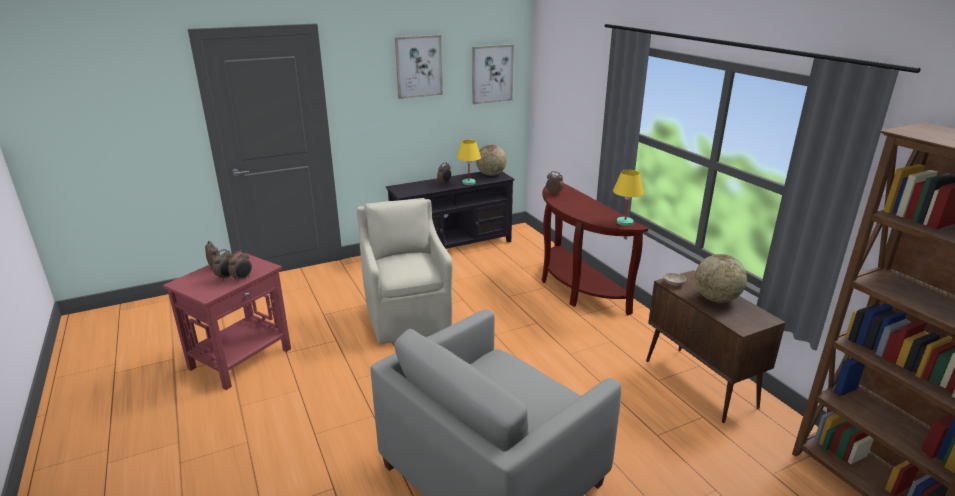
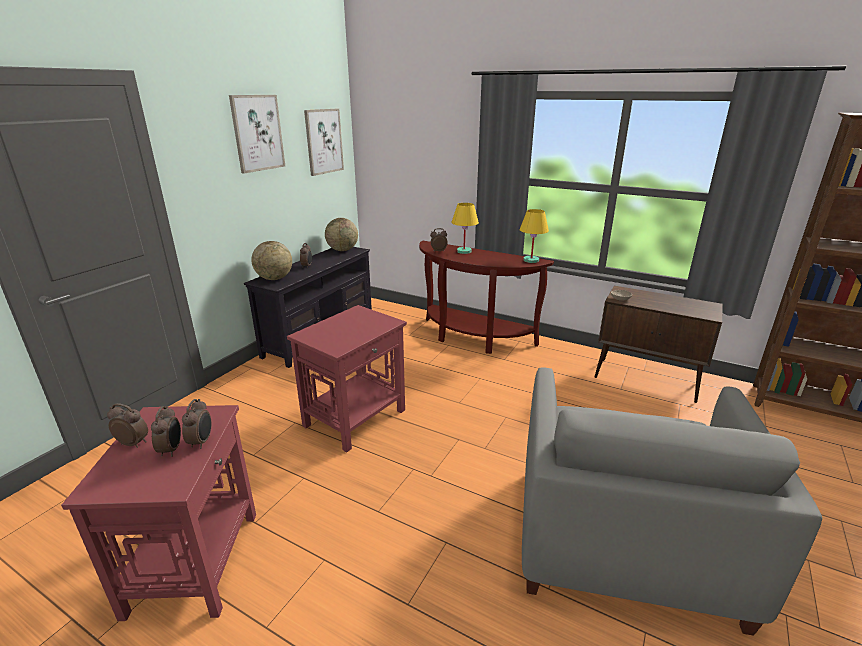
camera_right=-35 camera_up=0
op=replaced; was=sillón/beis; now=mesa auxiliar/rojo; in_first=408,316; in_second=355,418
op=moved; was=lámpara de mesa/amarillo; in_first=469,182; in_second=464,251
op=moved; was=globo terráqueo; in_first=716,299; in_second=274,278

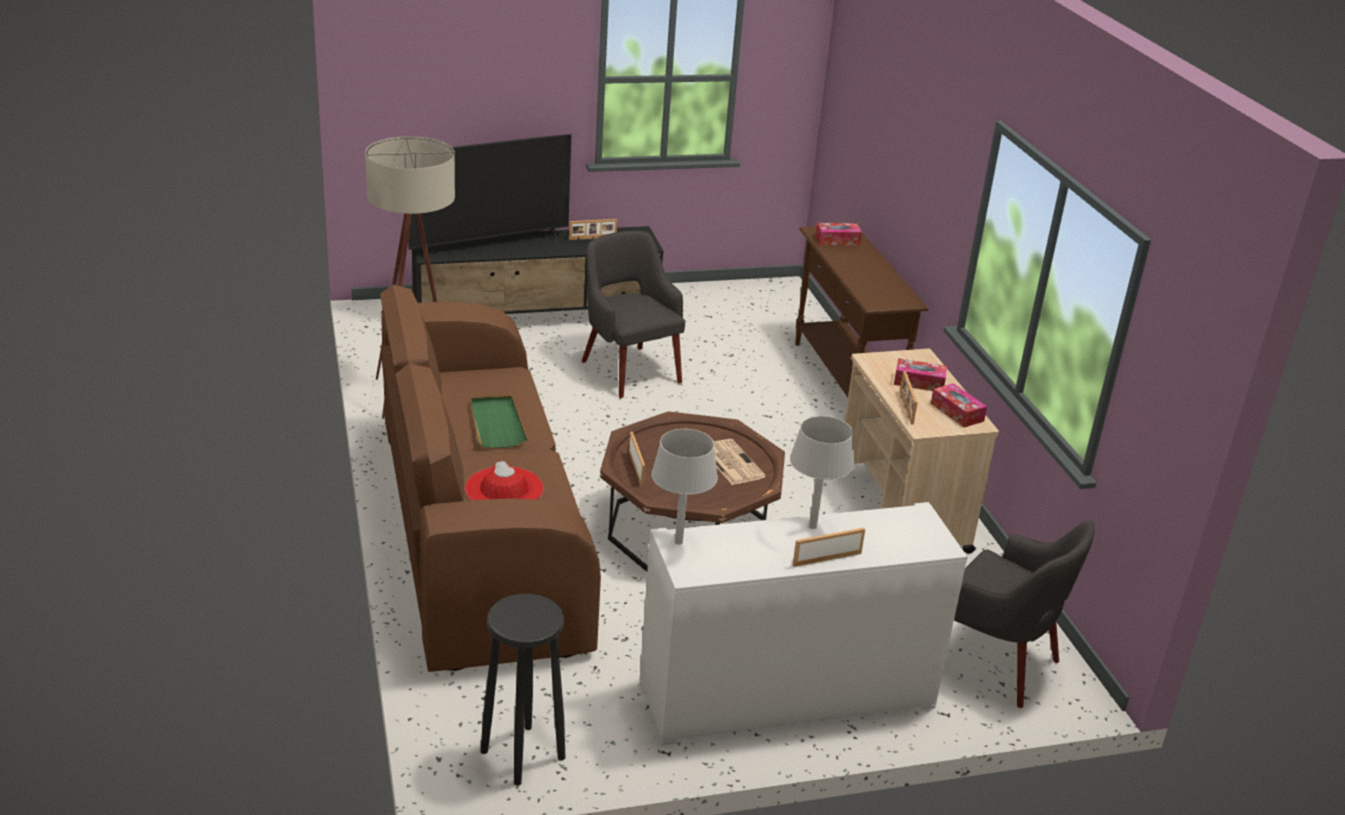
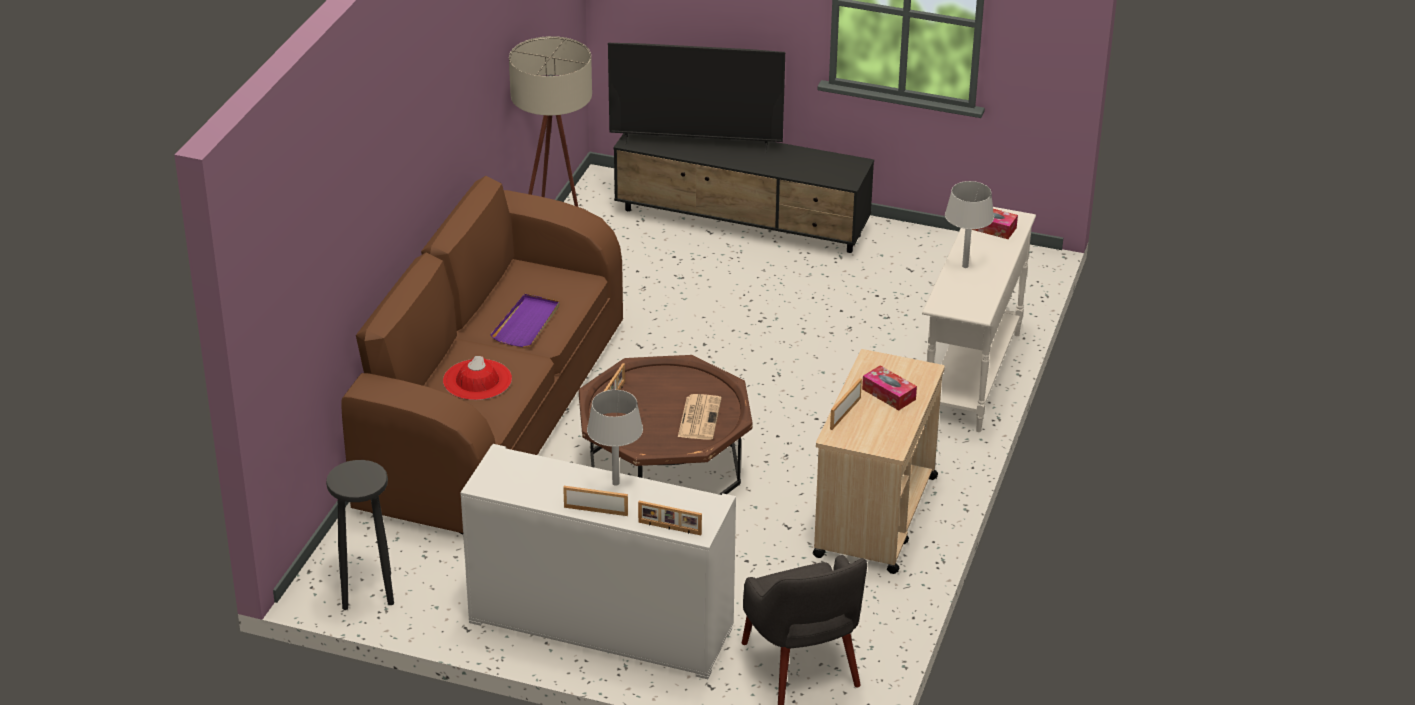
camera_right=35 camera_up=5
op=recoloured; was=bandeja/verde; now=bandeja/morado; in_first=497,424; in_second=527,323
op=moved; was=portarretratos; in_first=593,238; in_second=669,528
op=removed; was=sillón/gris; in_first=629,370
op=moved; was=lámpara de mesa/gris; in_first=678,542; in_second=965,266
op=recoloured; was=mesa consola/marrón; now=mesa consola/blanco; in_first=845,381; in_second=971,377
op=removed; was=caja de pañuelos; in_first=957,412

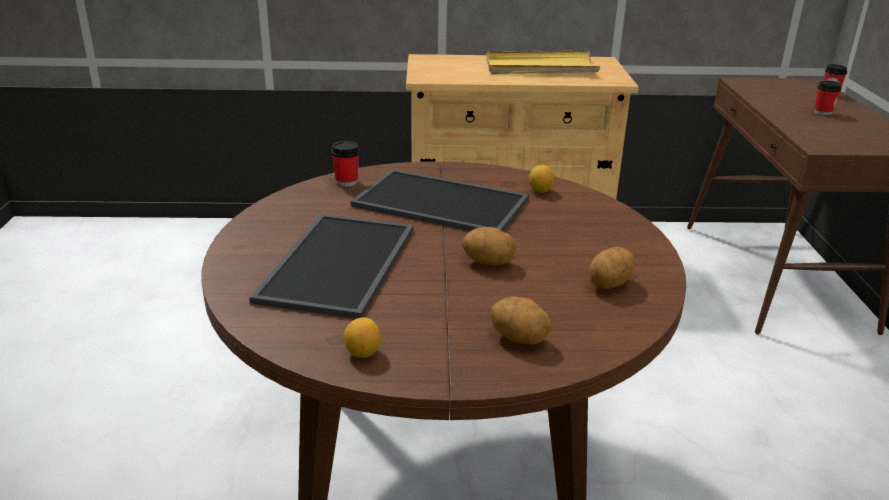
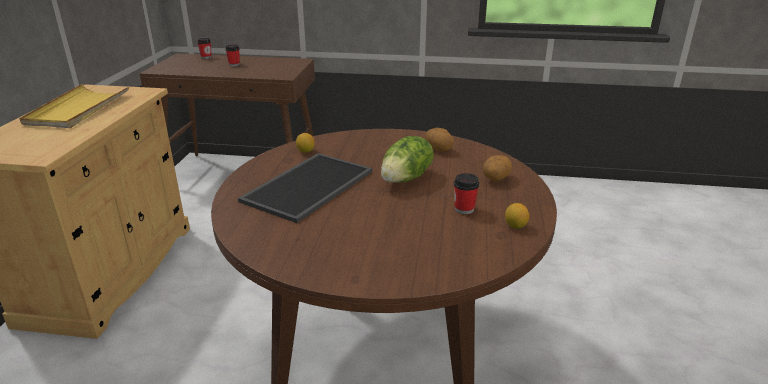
camera_right=-80 camera_up=0
op=removed; was=bandeja; in_first=341,265
op=moved; was=taza; in_first=346,182; in_second=464,209
op=replaced; was=patata; now=lechuga; in_first=488,262; in_second=407,178

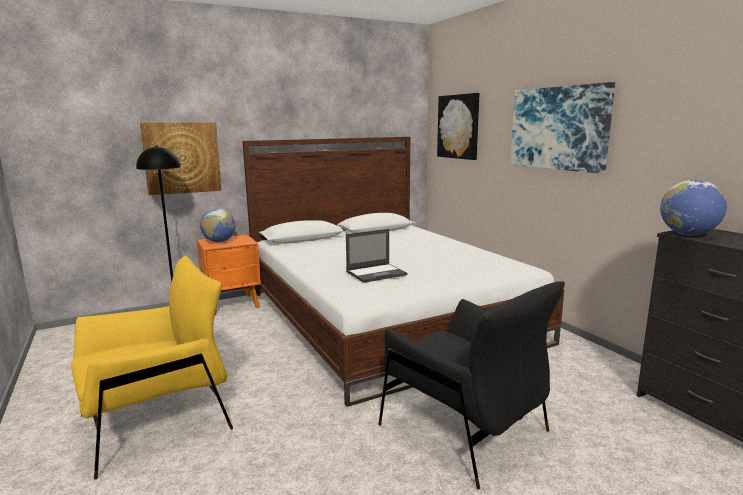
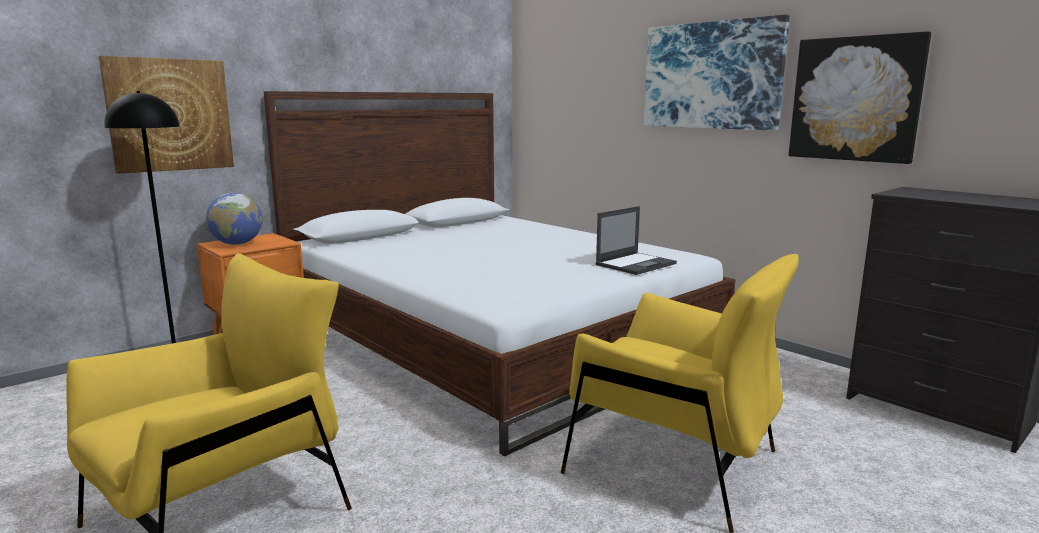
camera_right=-15 camera_up=0
op=moved; was=portátil; in_first=377,273; in_second=636,264
op=recoloured; was=sillón/negro; now=sillón/amarillo; in_first=464,429; in_second=673,463
op=moved; was=cuadro; in_first=458,126; in_second=855,99
op=removed; was=globo terráqueo; in_first=688,234

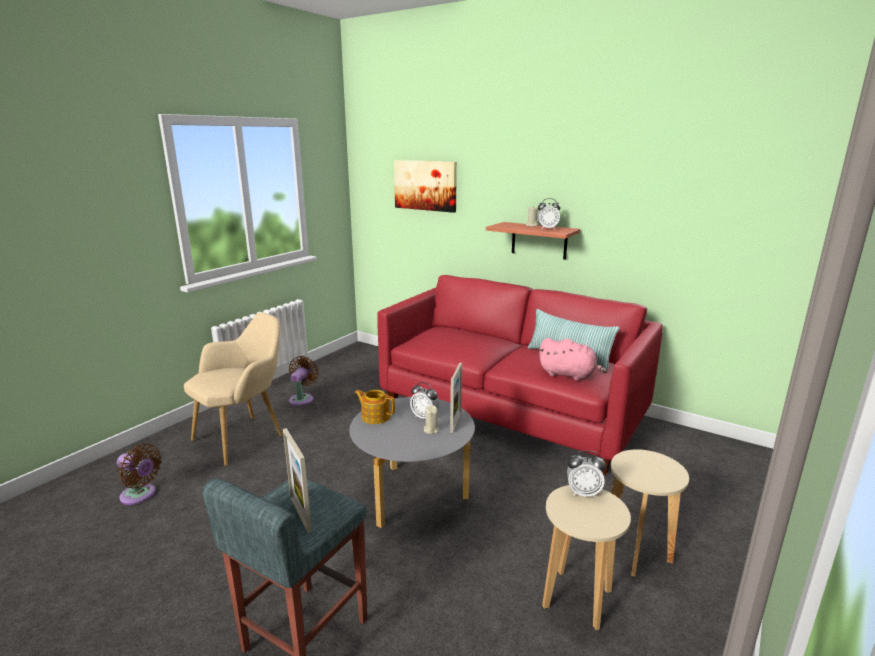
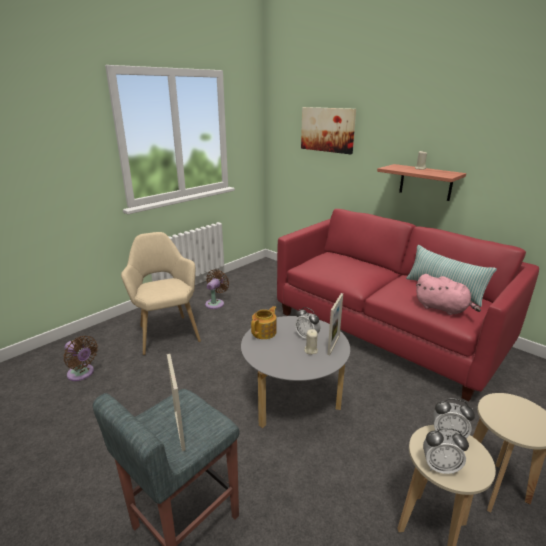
camera_right=10 camera_up=5
op=turned; was=sillón/beis; in_first=244,437; in_second=167,332; clockwise=-75
op=turned; was=tetera; in_first=375,416; in_second=264,332; clockwise=90
op=moved; was=despertador; in_first=547,228; in_second=440,467

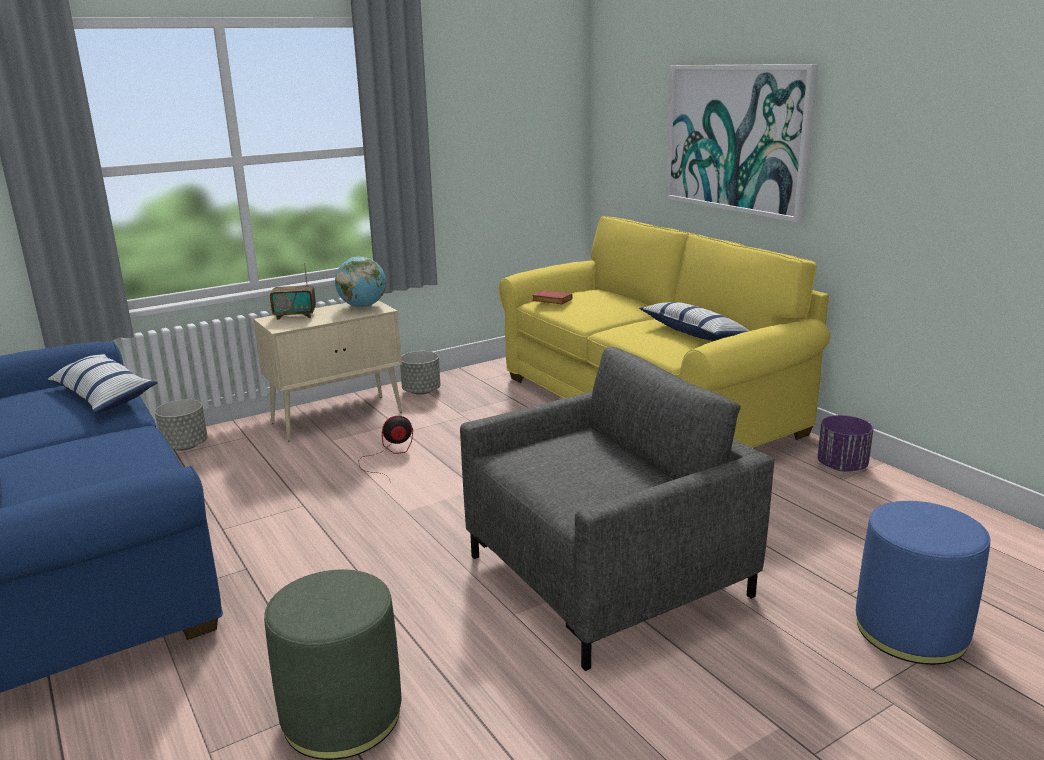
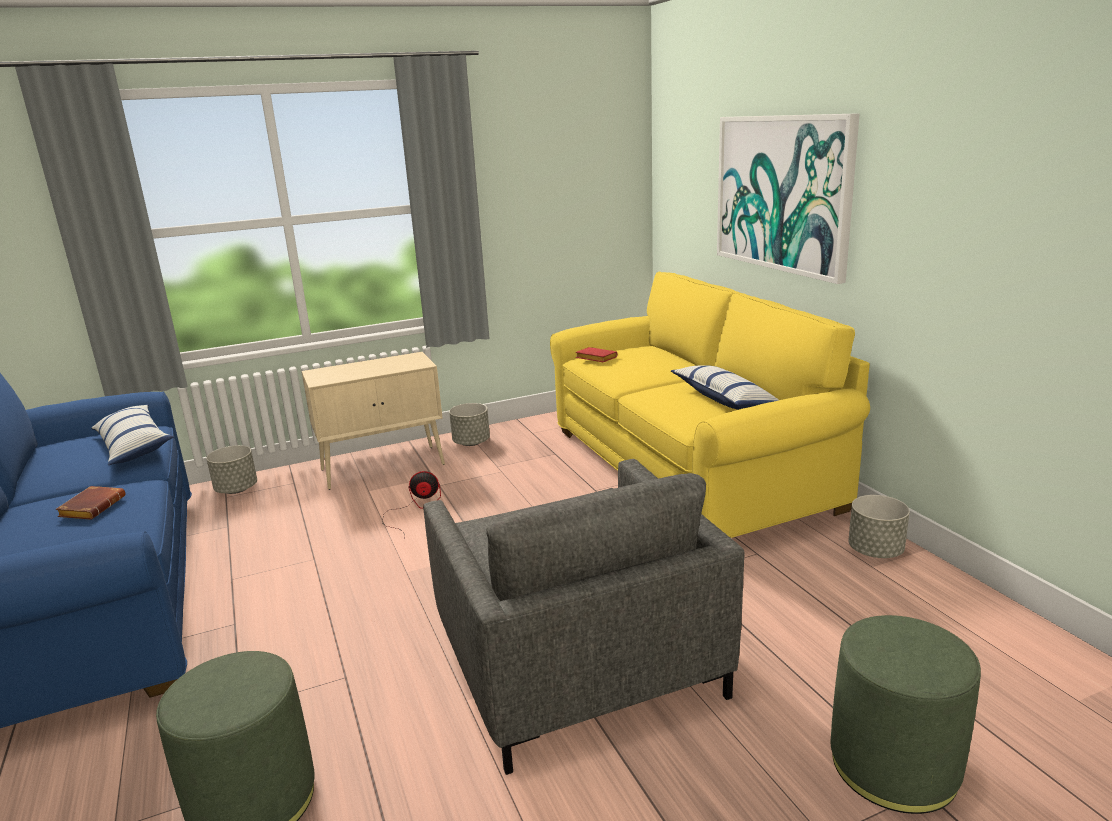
camera_right=10 camera_up=0
op=removed; was=radio; in_first=295,316
op=removed; was=globo terráqueo; in_first=362,306
op=turned; was=sillón/gris; in_first=607,576; in_second=577,664; clockwise=90
op=recoloured; was=maceta/morado; now=maceta/gris; in_first=842,466; in_second=876,551
op=recoloured; was=puf/azul; now=puf/verde; in_first=911,630; in_second=894,765
op=added; now=libro/marrón; in_second=92,507

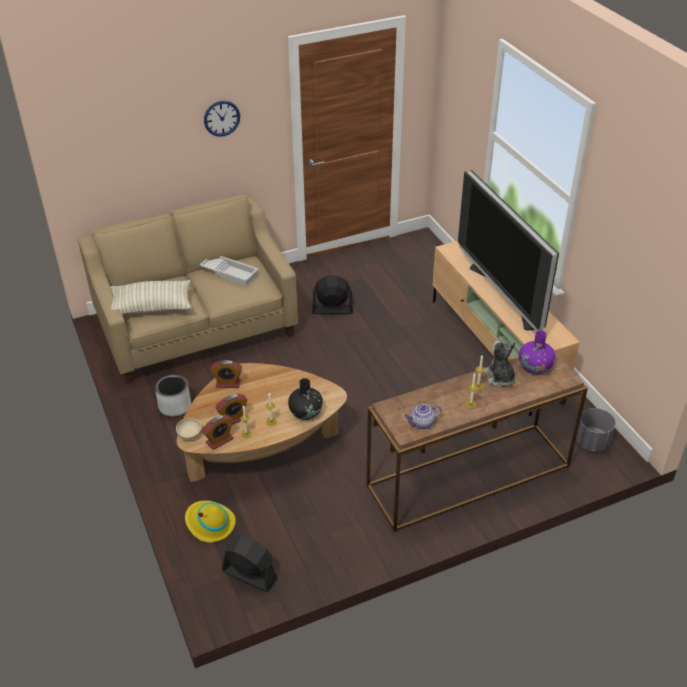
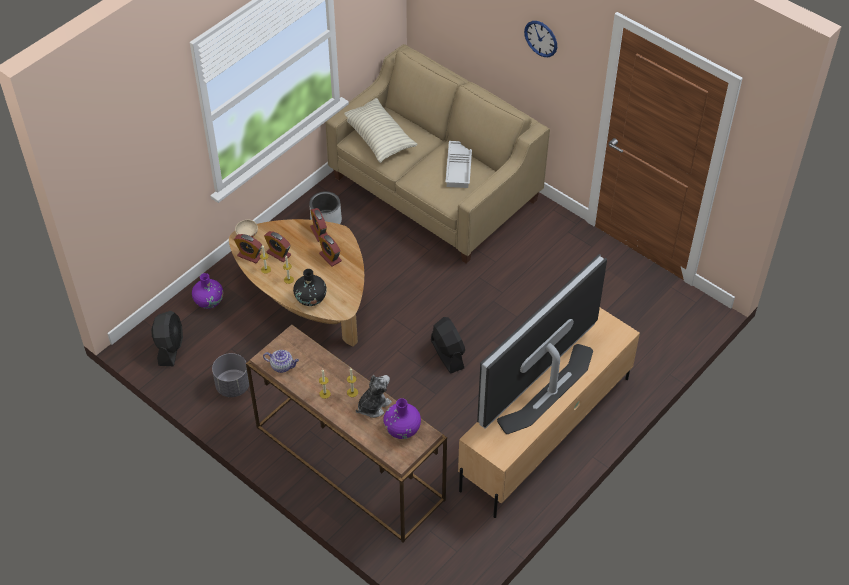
camera_right=65 camera_up=10
op=replaced; was=sombrero/amarillo; now=florero/morado; in_first=210,523; in_second=209,301
op=moved; was=ventilador/negro; in_first=332,309; in_second=447,354
op=turned; was=tetera; in_first=421,423; in_second=282,366; clockwise=150
op=moved; was=maceta/gris; in_first=592,443; in_second=233,386
op=added; now=despertador; in_second=330,257

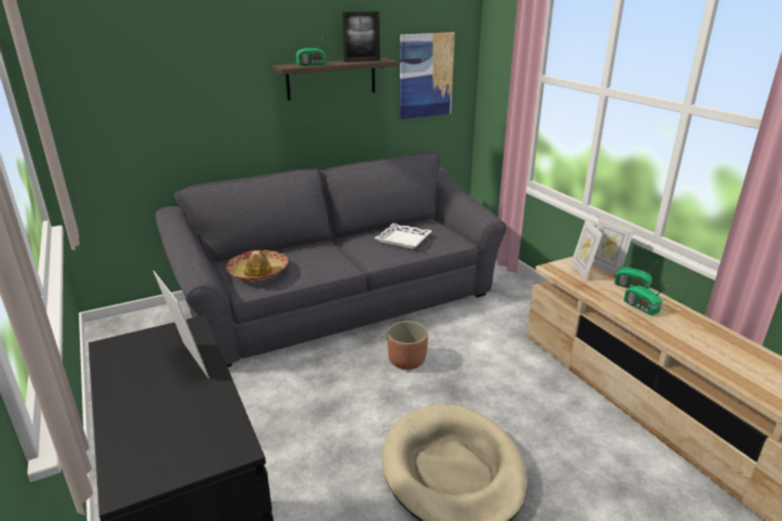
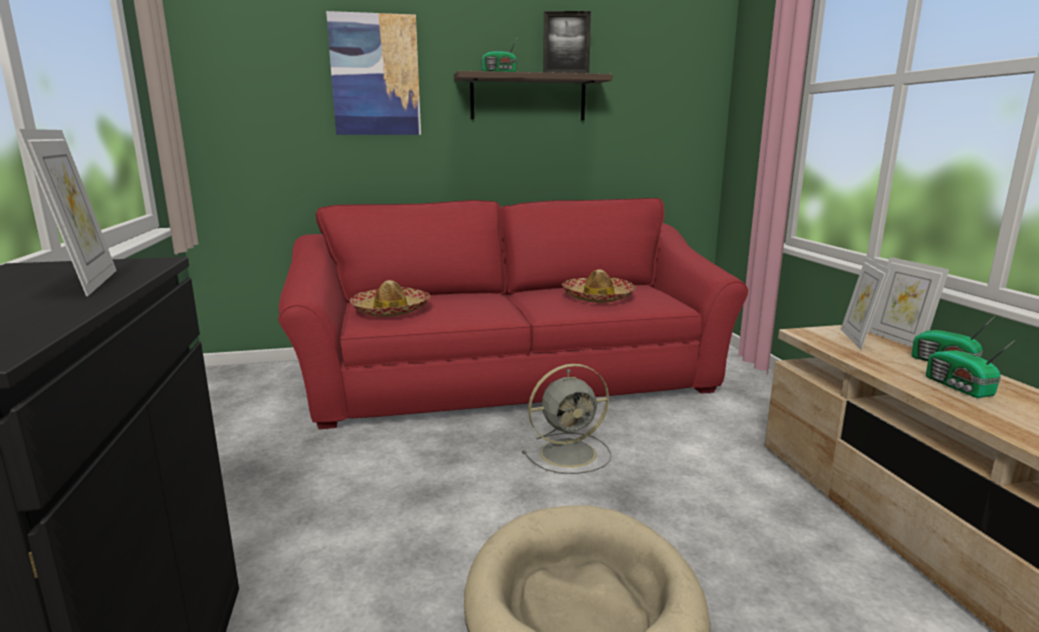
camera_right=15 camera_up=-10
op=recoloured; was=sofá/gris; now=sofá/rojo; in_first=341,299; in_second=512,376
op=replaced; was=bandeja/blanco; now=sombrero; in_first=403,239; in_second=597,297
op=replaced; was=maceta; now=ventilador/gris; in_first=407,361; in_second=570,453
op=moved; was=cuadro; in_first=426,75; in_second=375,75

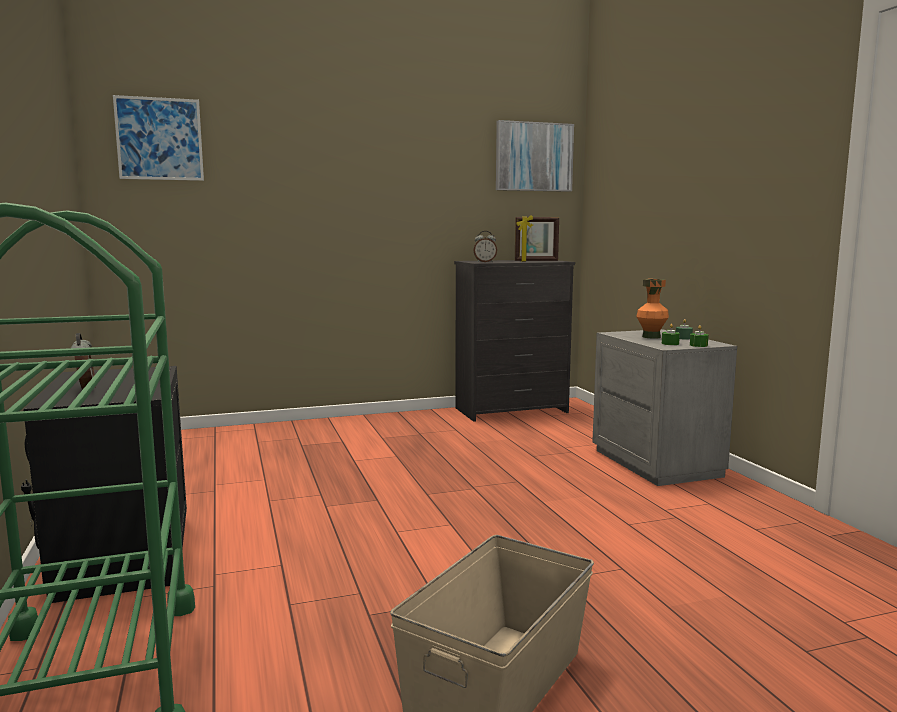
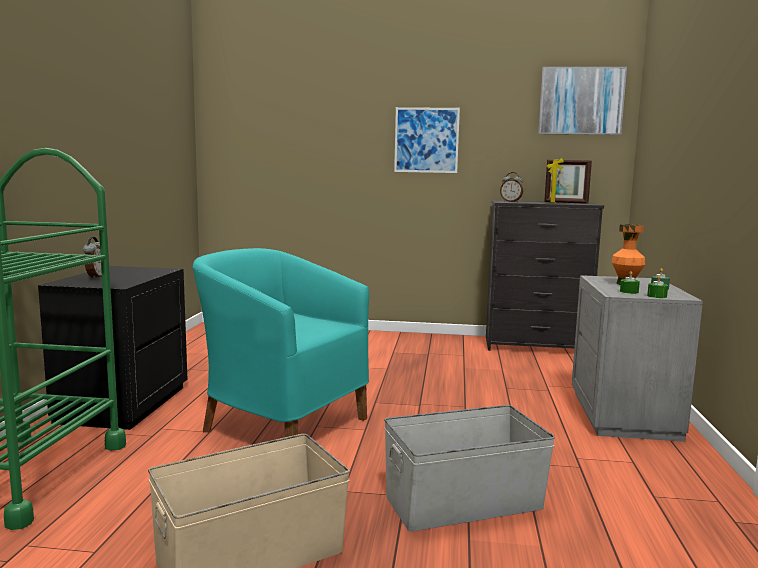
camera_right=25 camera_up=0
op=moved; was=cuadro; in_first=159,139; in_second=426,140
op=added; now=sillón/turquesa; in_second=281,424
op=added; now=caja de almacenaje/gris; in_second=465,503

